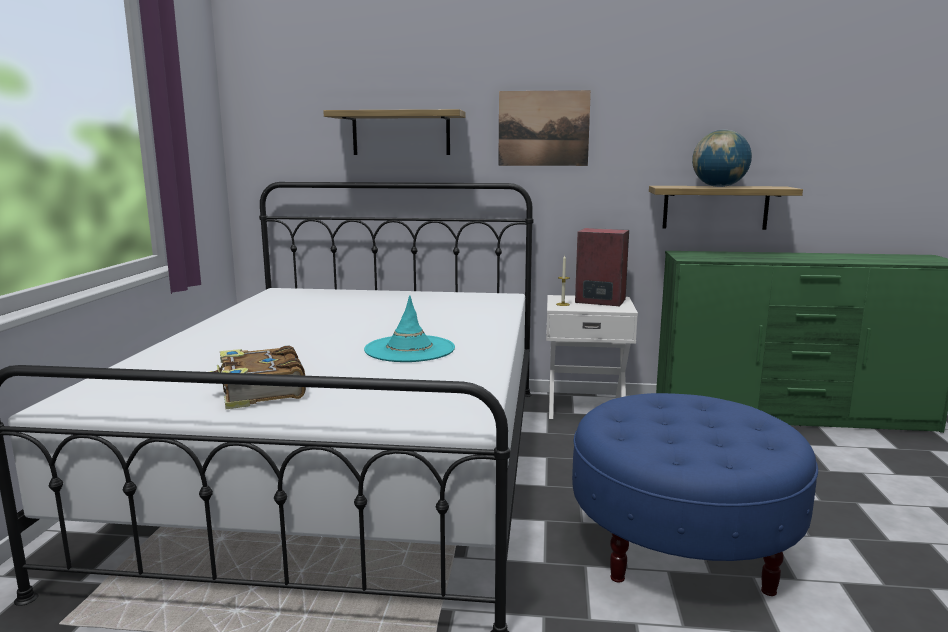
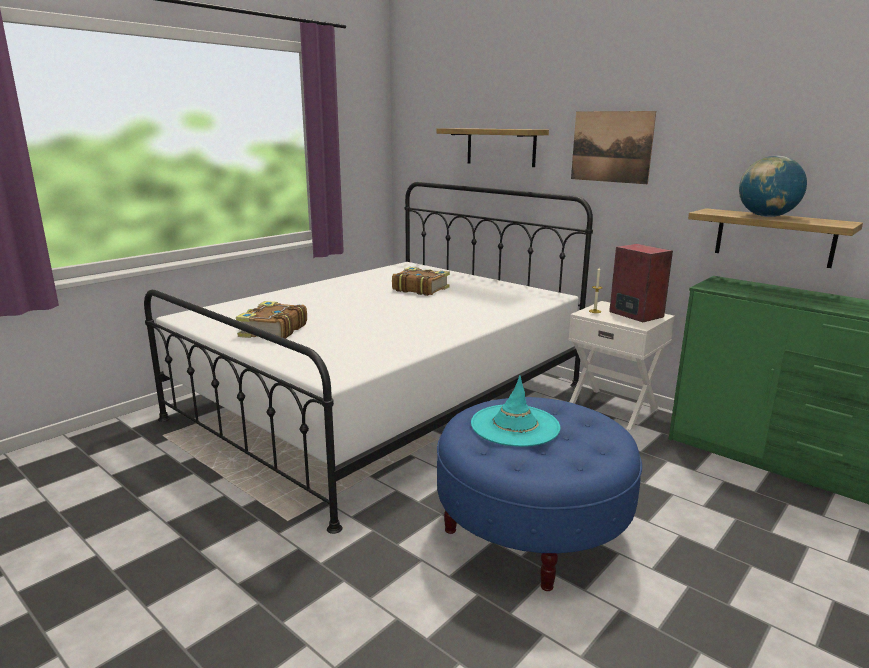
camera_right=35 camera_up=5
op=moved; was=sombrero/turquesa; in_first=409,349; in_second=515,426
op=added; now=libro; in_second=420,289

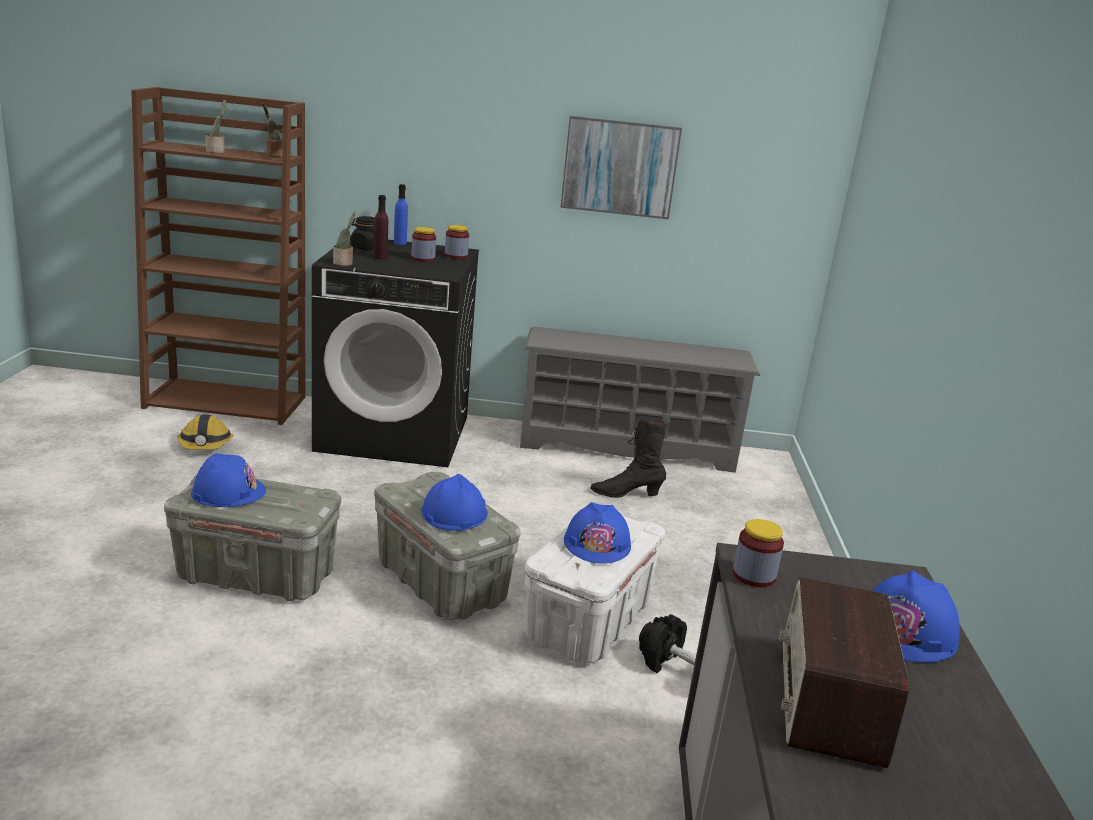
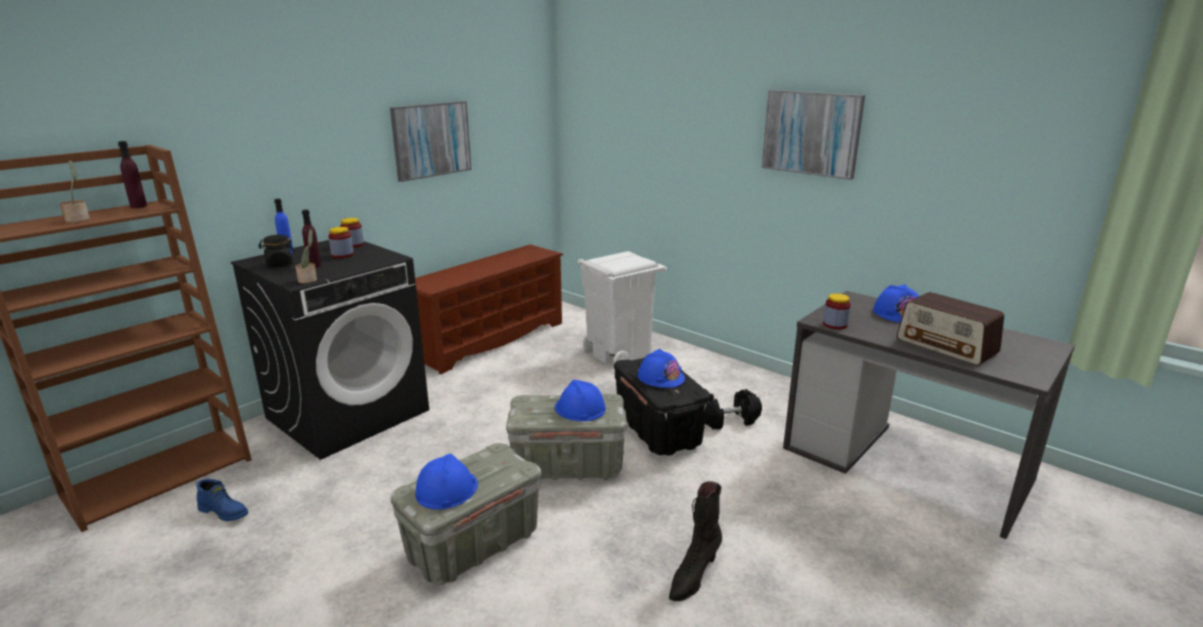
camera_right=-50 camera_up=0
op=replaced; was=casco; now=bota/azul; in_first=205,445; in_second=224,512
op=replaced; was=planta en maceta; now=botella/morado; in_first=273,155; in_second=138,206
op=recoloured; was=zapatero/gris; now=zapatero/marrón; in_first=627,446; in_second=490,340
op=recoloured; was=caja de almacenaje/blanco; now=caja de almacenaje/negro; in_first=588,622; in_second=659,430
op=moved; was=bota/negro; in_first=626,494; in_second=693,577
op=added; now=papelera/blanco; in_second=619,353
op=added; now=cuadro; in_second=811,133

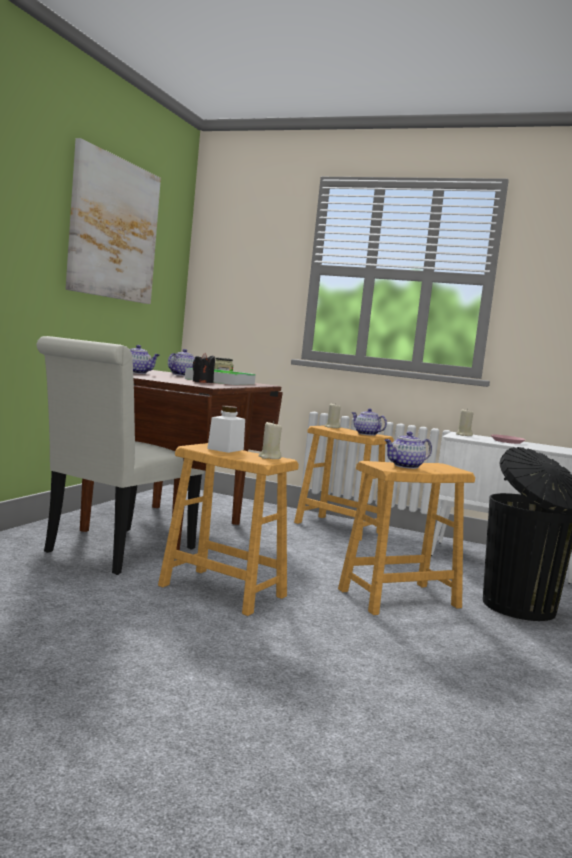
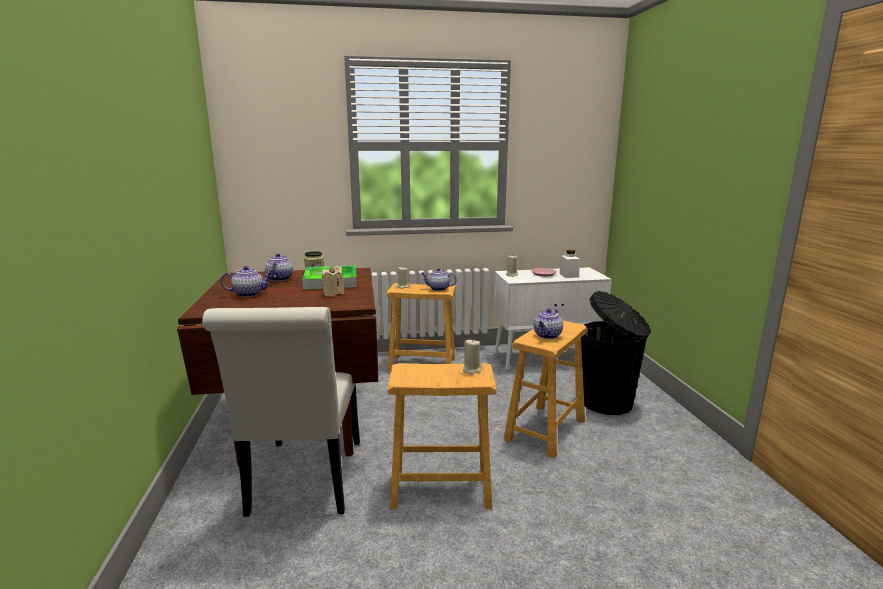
camera_right=-30 camera_up=10
op=removed; was=cuadro; in_first=114,229
op=recoloured; was=vela/negro; now=vela/beis; in_first=202,382; in_second=333,294
op=moved; was=tarro/blanco; in_first=225,449; in_second=569,275

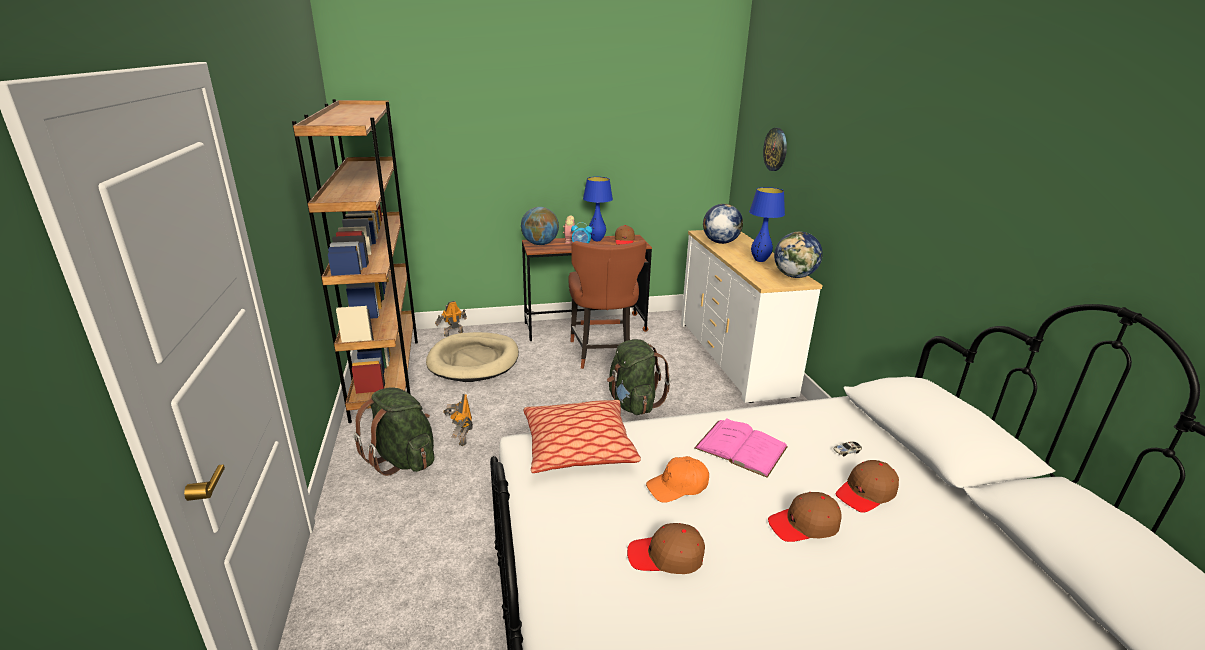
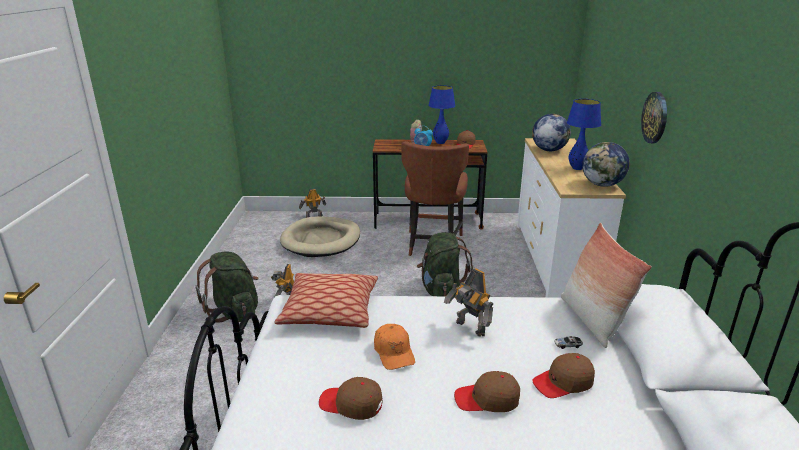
camera_right=15 camera_up=0
op=removed; was=estantería/marrón; in_first=387,372
op=removed; was=globo terráqueo; in_first=540,244
op=turned; was=gorra/naranja; in_first=678,487; in_second=394,352; clockwise=-105
op=replaced; was=libro/rosa; now=robot de juguete; in_first=741,447; in_second=469,329
op=moved; was=reloj de pared; in_first=776,149; in_second=655,117
op=added; now=cojín; in_second=592,320

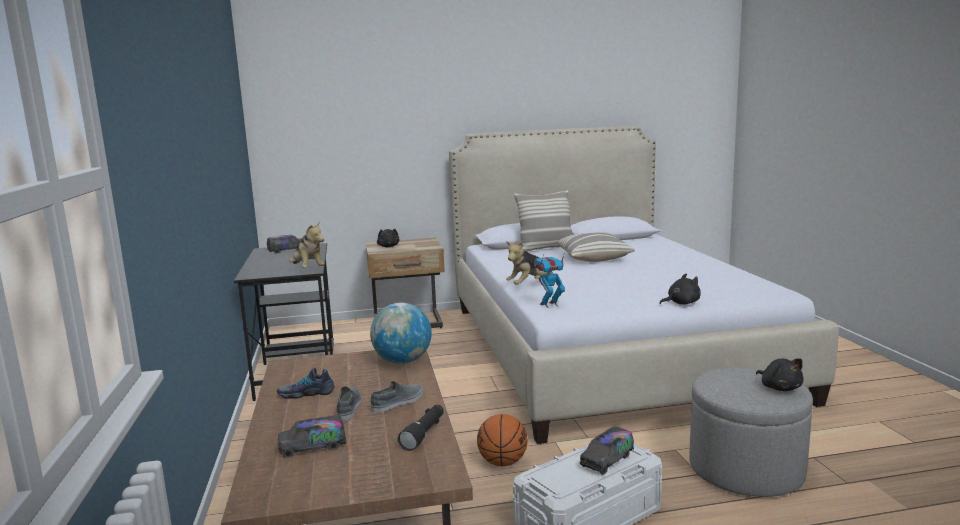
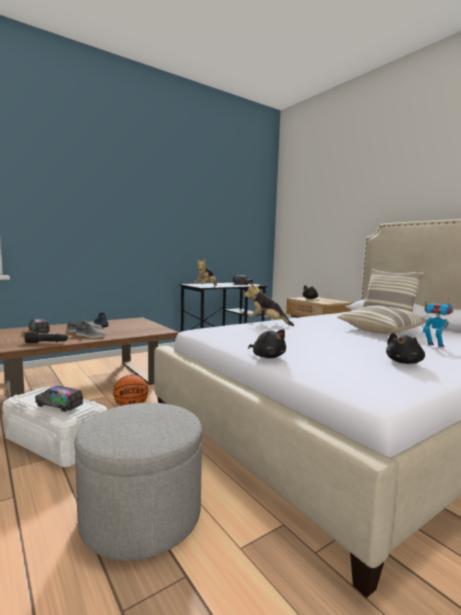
camera_right=65 camera_up=-5
op=removed; was=globo terráqueo; in_first=402,361
op=moved; was=robot de juguete; in_first=549,305; in_second=434,346
op=moved; was=peluche/negro; in_first=779,388; in_second=404,362

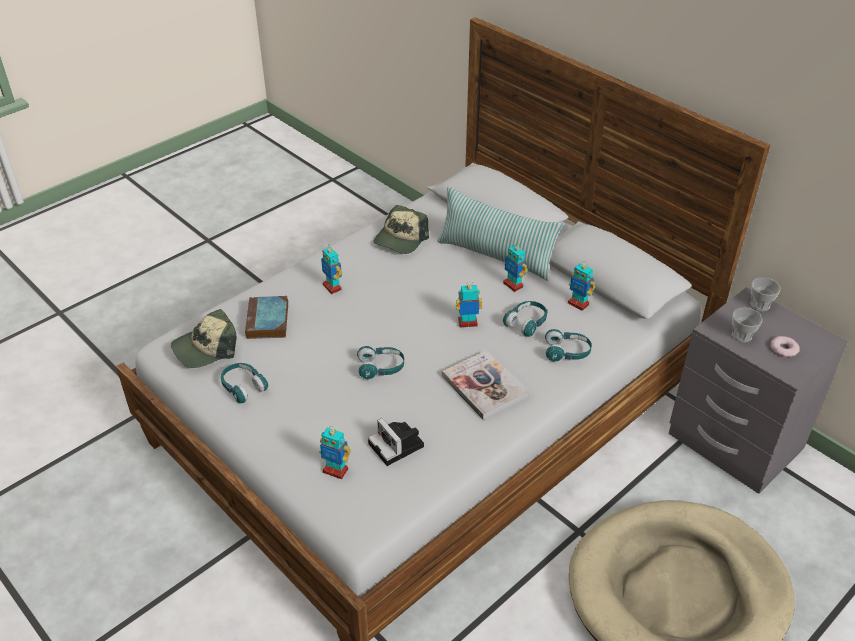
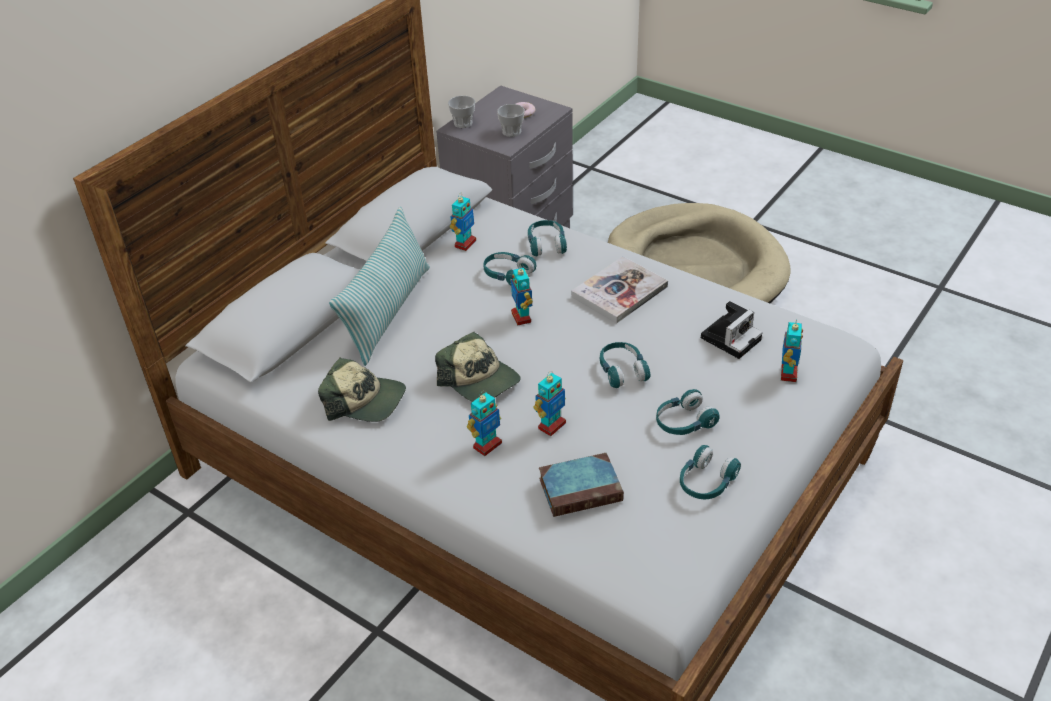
camera_right=-100 camera_up=0
op=moved; was=gorra; in_first=206,348; in_second=479,380
op=moved; was=robot de juguete; in_first=513,285; in_second=551,425
op=added; now=auriculares/turquesa; in_second=684,422

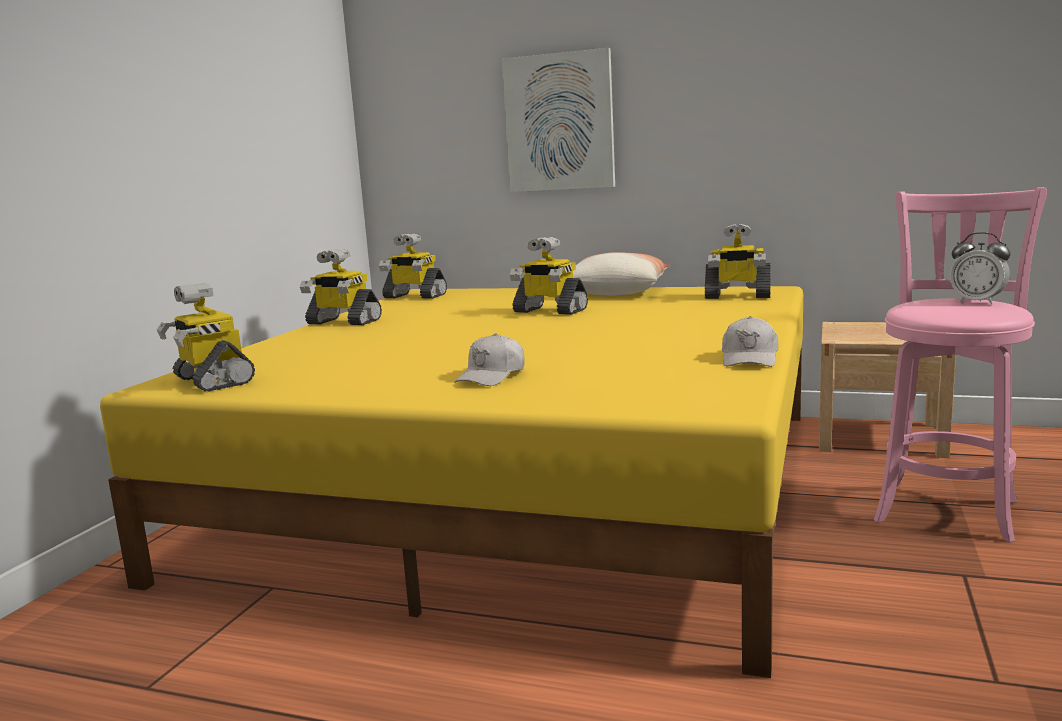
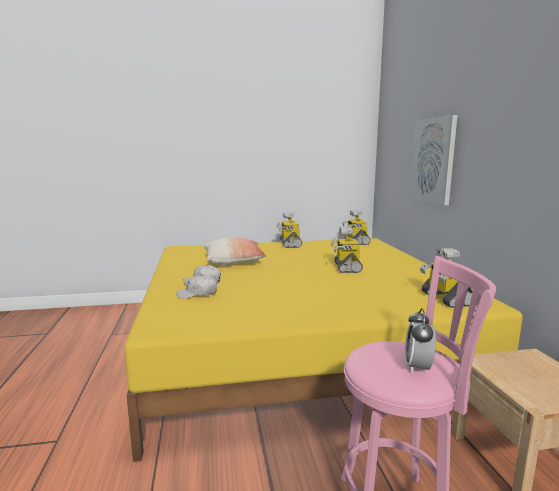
camera_right=60 camera_up=0
op=removed; was=robot de juguete; in_first=212,380
op=moved; was=cojín; in_first=615,292; in_second=234,261
op=moved; was=gorra/blanco; in_first=750,358; in_second=197,294

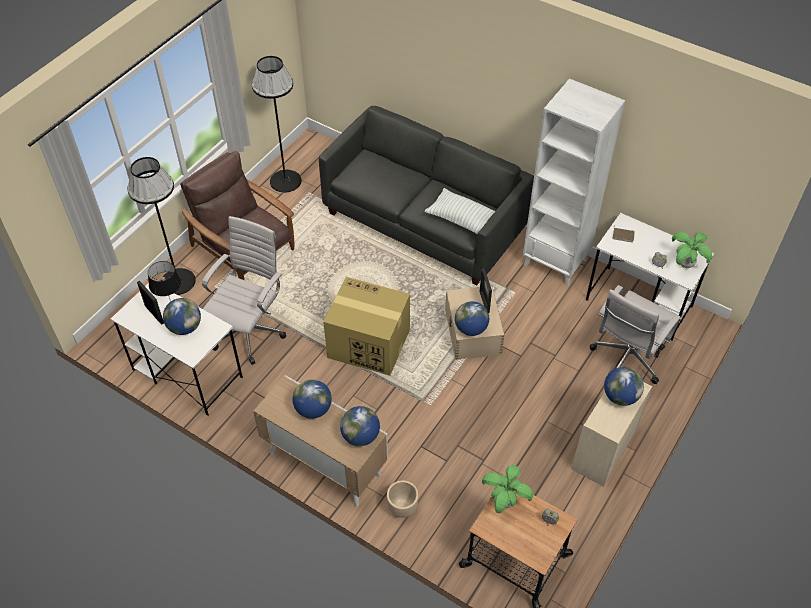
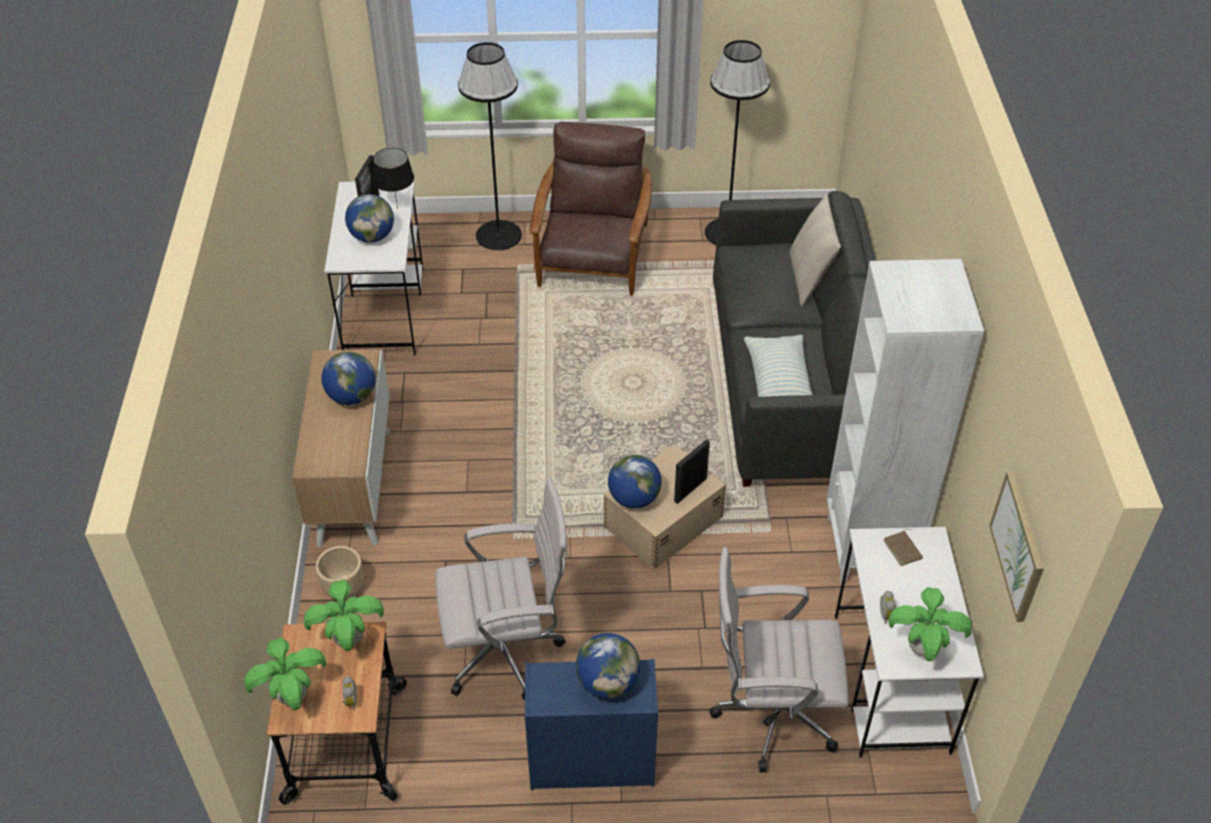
camera_right=55 camera_up=-5
op=moved; was=silla de oficina/blanco; in_first=250,331; in_second=507,653
op=removed; was=caja de cartón; in_first=367,344
op=removed; was=globo terráqueo; in_first=360,436
op=recoloured; was=cómoda/beis; now=cómoda/azul; in_first=603,451; in_second=589,761
op=added; now=planta en maceta; in_second=293,696
op=added; now=cojín/beis; in_second=809,278
op=added; now=cuadro; in_second=1018,545

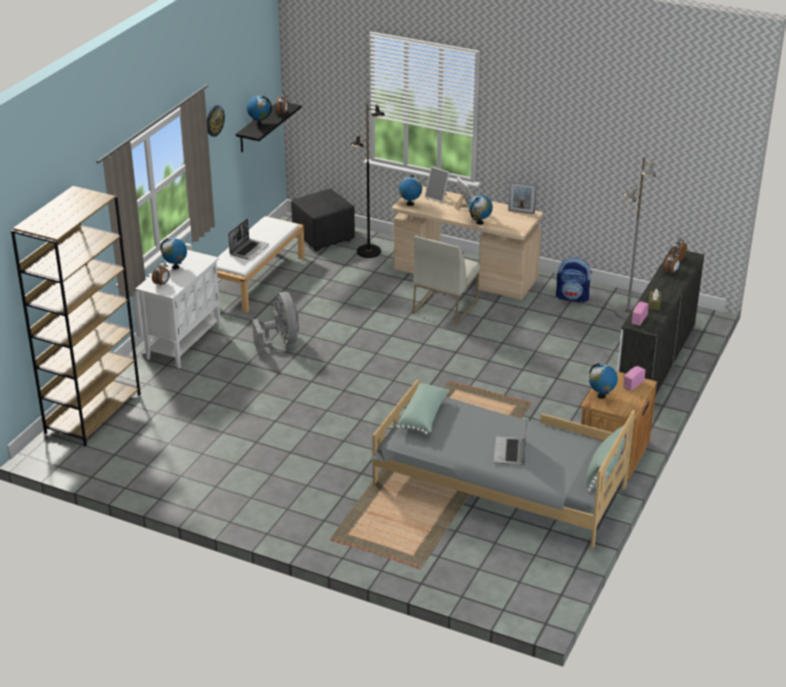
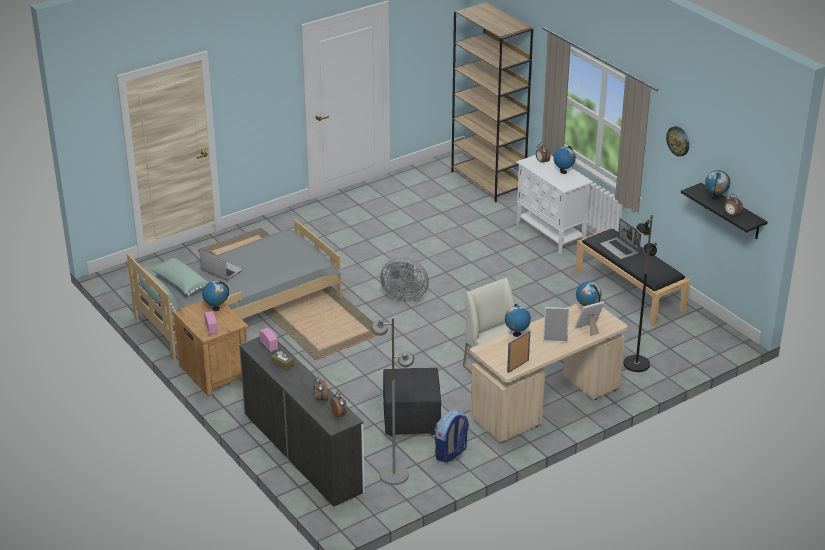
camera_right=120 camera_up=0
op=recoloured; was=banco/blanco; now=banco/negro; in_first=257,278; in_second=630,291
op=moved; was=ventilador/gris; in_first=281,342; in_second=404,296
op=moved; was=puf/negro; in_first=323,237; in_second=412,421
op=moved; was=cojín/verde; in_first=424,416; in_second=180,283

